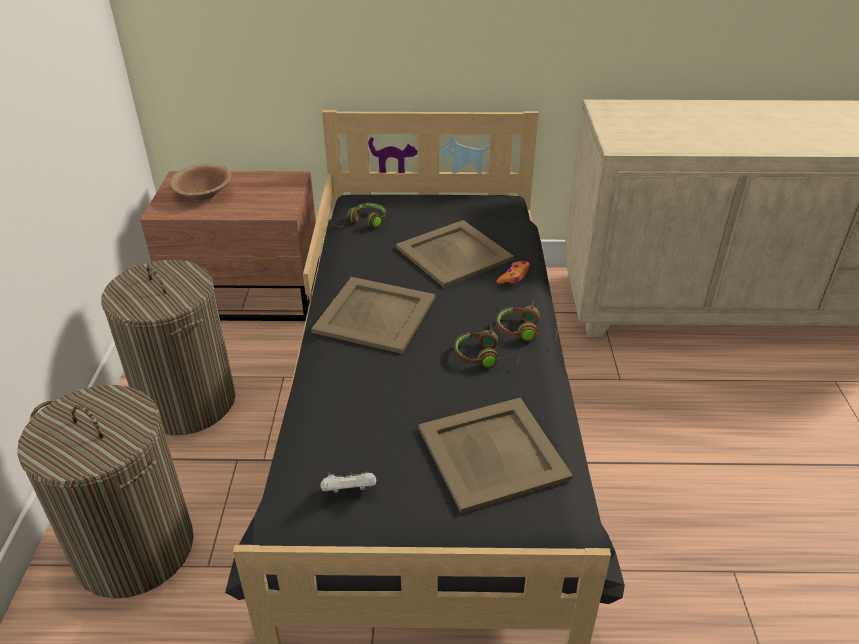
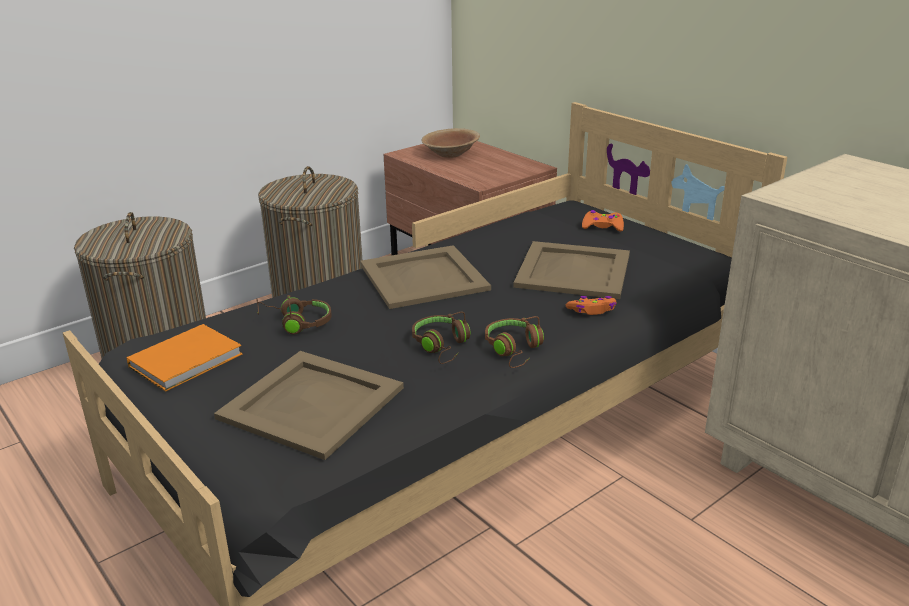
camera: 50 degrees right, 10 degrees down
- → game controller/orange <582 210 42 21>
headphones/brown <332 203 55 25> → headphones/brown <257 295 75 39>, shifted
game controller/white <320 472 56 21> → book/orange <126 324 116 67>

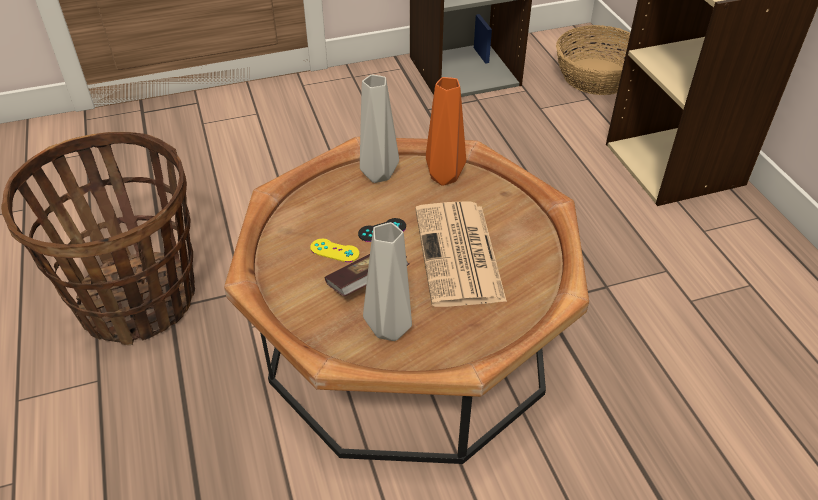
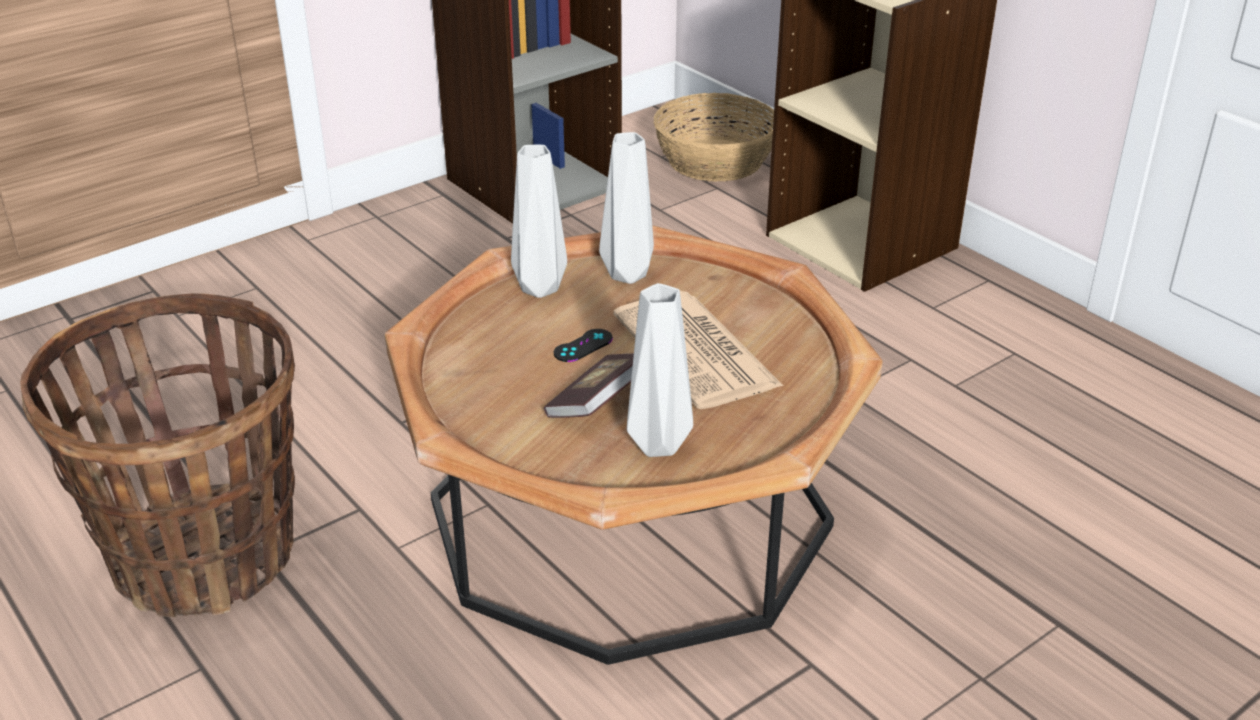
camera: 20 degrees left, 10 degrees down
game controller/yellow <310 239 49 23> → -
vase/orange <426 77 40 109> → vase/grey <599 132 55 152>

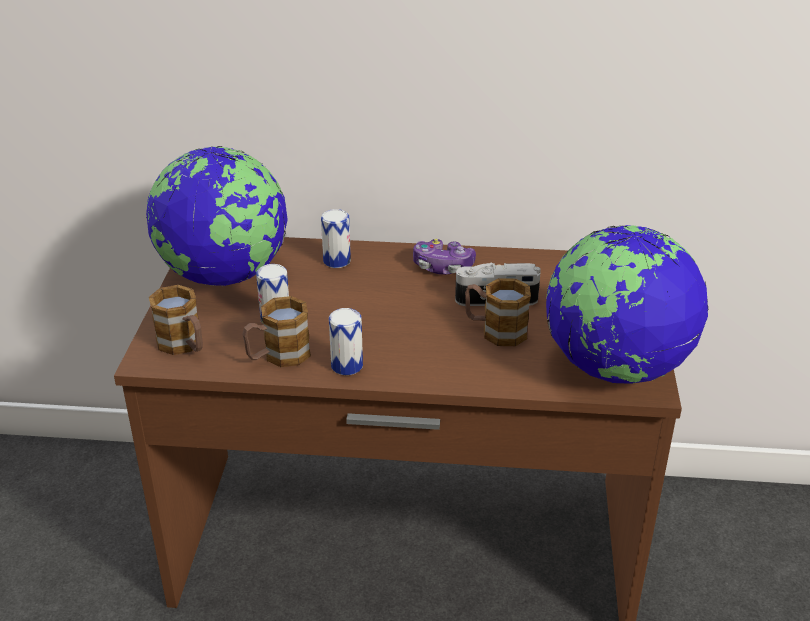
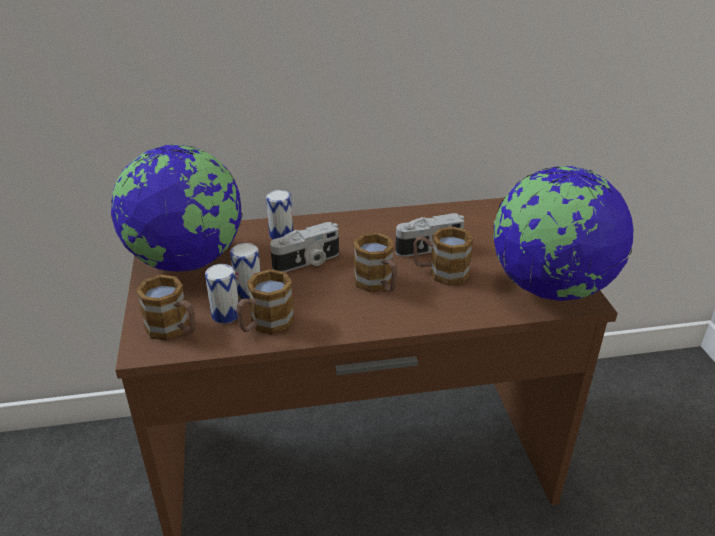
camera: 15 degrees left, 0 degrees up
game controller <413 239 63 36> → -
- → photo camera <270 222 69 50>
- → mug <354 233 44 59>
can <329 308 34 67> → can <205 264 34 59>, shifted

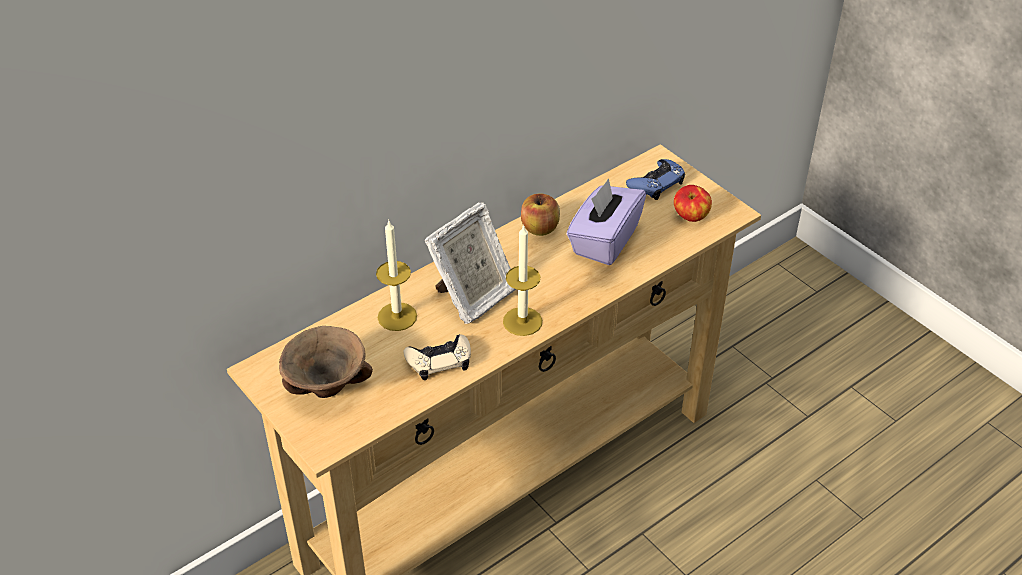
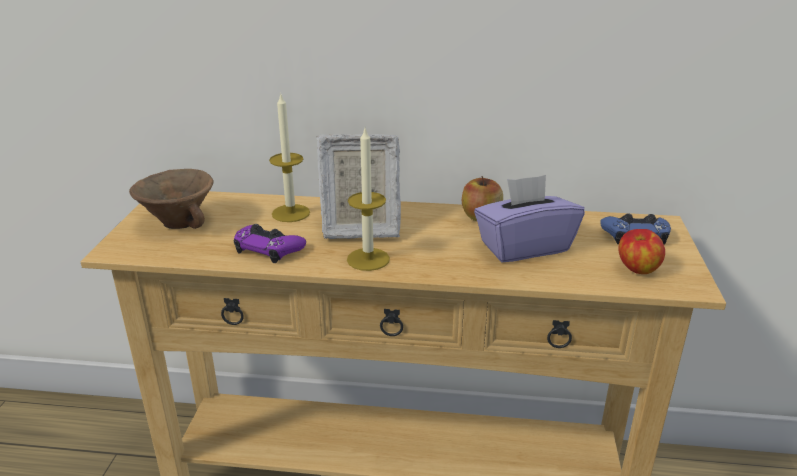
camera: 45 degrees right, 15 degrees down
game controller/beige <403 334 68 46> → game controller/purple <234 224 72 39>

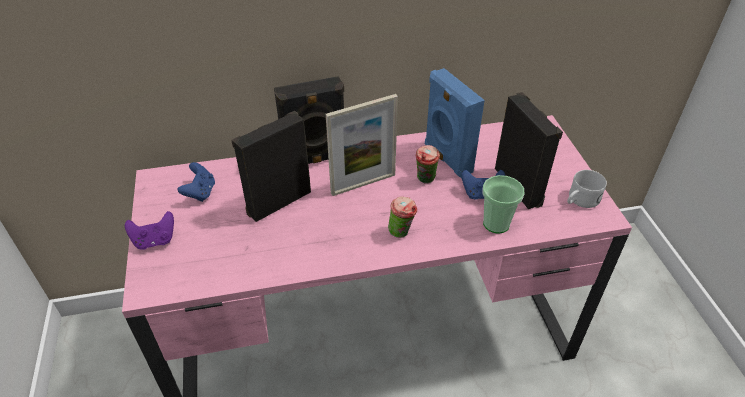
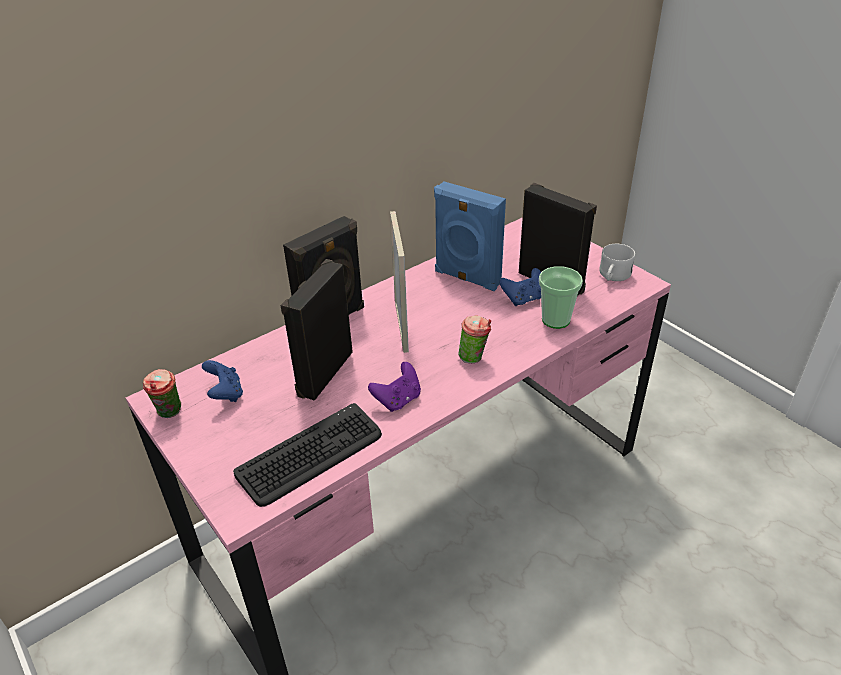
camera: 25 degrees left, 5 degrees down
- → keyboard <233 403 149 104>
game controller/purple <125 211 49 39> → game controller/purple <368 362 53 50>, shifted
cup <415 145 25 38> → cup <143 369 38 49>, shifted
picture frame <326 94 72 102> → picture frame <390 211 19 142>, 45 degrees counterclockwise

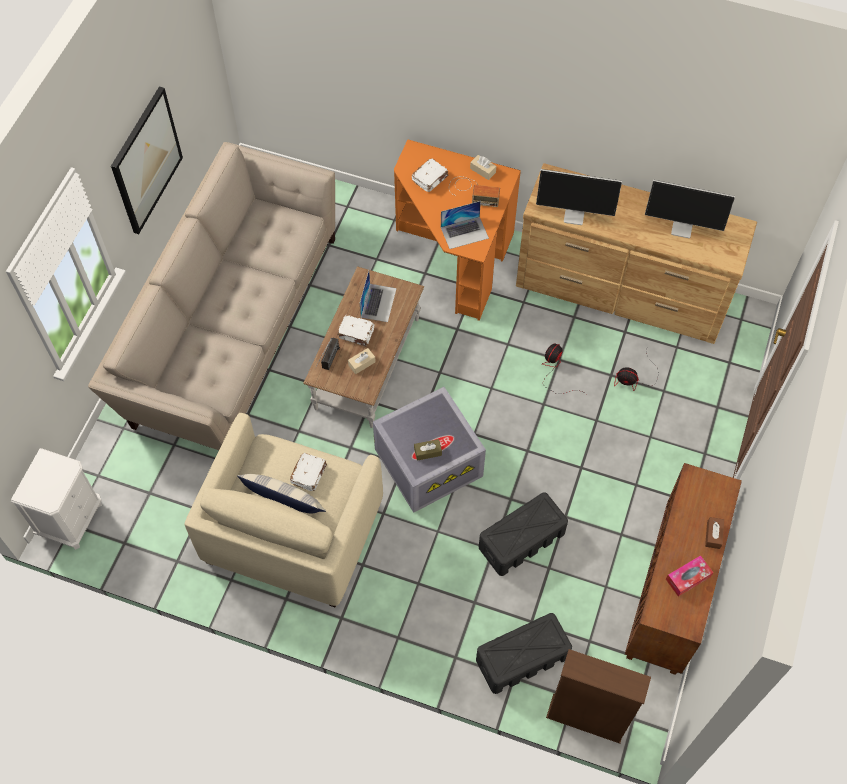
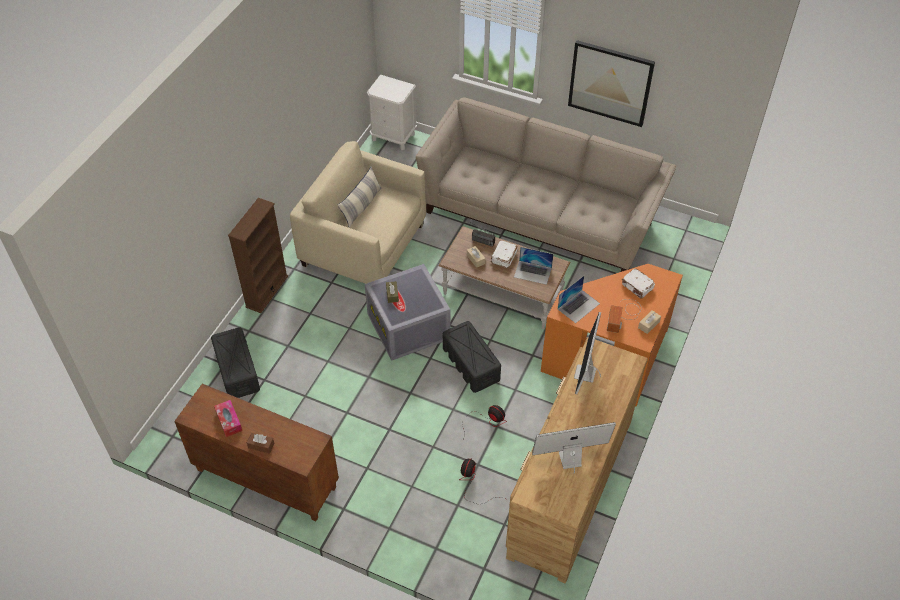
camera: 95 degrees right, 10 degrees down
book/white <290 453 37 38> → -
storage box/black <479 493 89 83> → storage box/black <443 321 58 72>, shifted
bookcase/brown <546 649 105 95> → bookcase/brown <228 198 60 115>, shifted
laptop <441 201 48 48> → laptop <558 276 42 47>, 120 degrees counterclockwise
monitor <645 180 90 58> → monitor <532 422 84 52>, 60 degrees clockwise

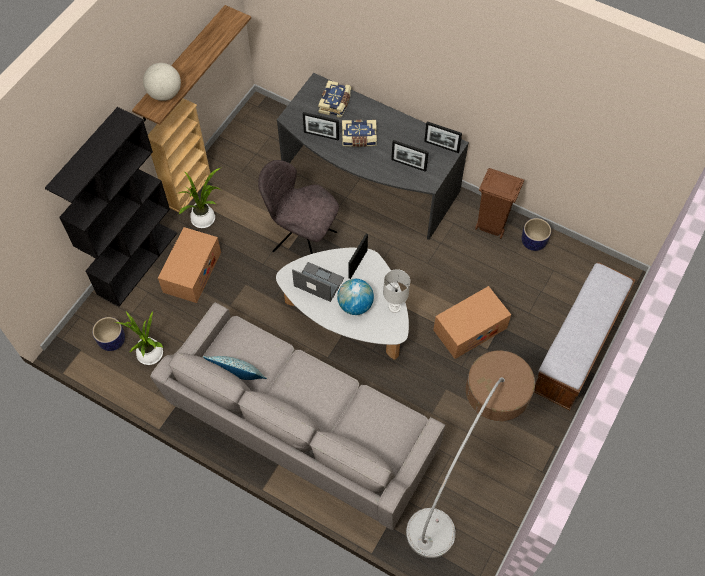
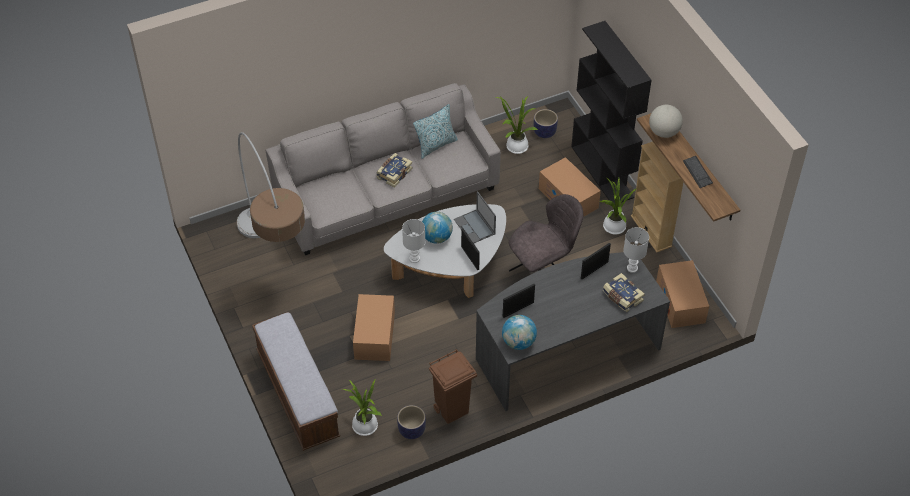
camera: 125 degrees right, 10 degrees down
- → potted plant <342 378 40 58>
- → table lamp/white <623 227 26 46>
- → cardboard box <656 260 53 68>
- → keyboard <683 156 30 32>
book <342 120 35 27> → book <376 153 37 34>, shifted
picture frame <424 121 38 32> → globe <502 315 35 35>
laptop <292 262 52 40> → laptop <454 191 42 52>, 90 degrees clockwise

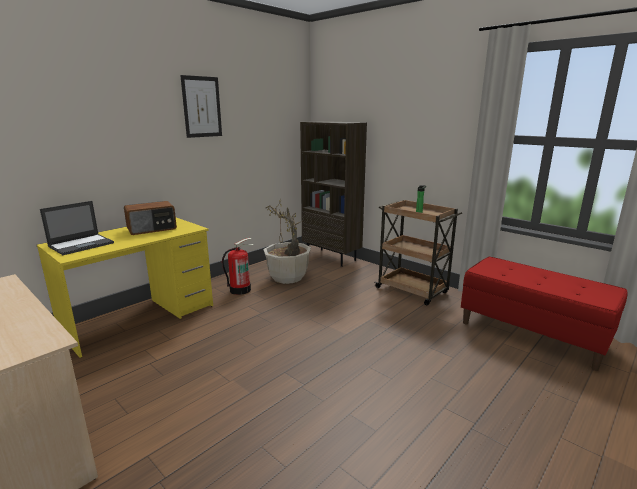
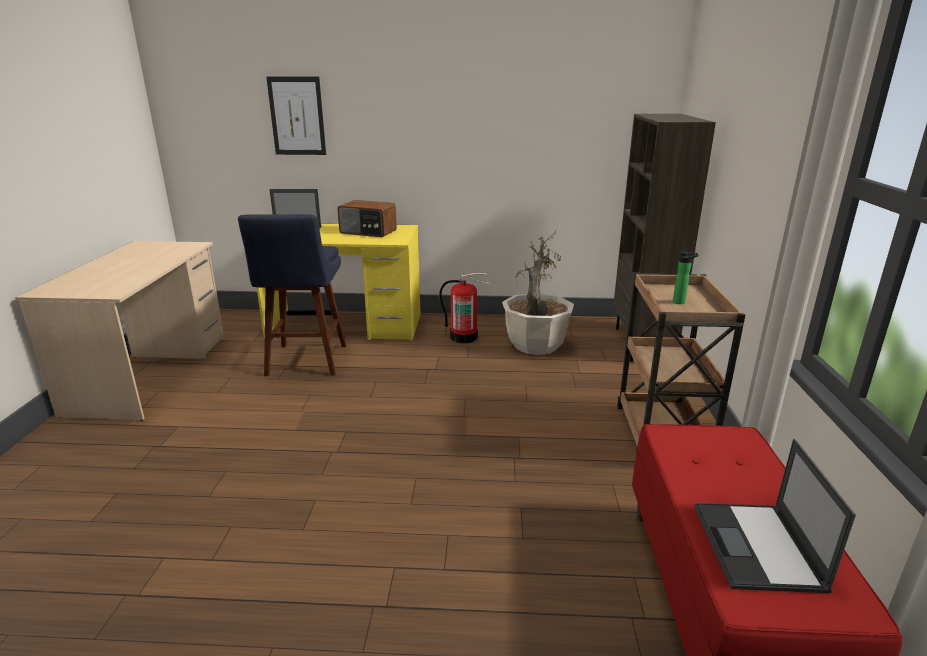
camera: 50 degrees right, 5 degrees up
- → stool/blue <238 214 108 162>
- → laptop <695 439 161 154>
picture <180 75 42 63> → picture <266 77 60 78>, shifted

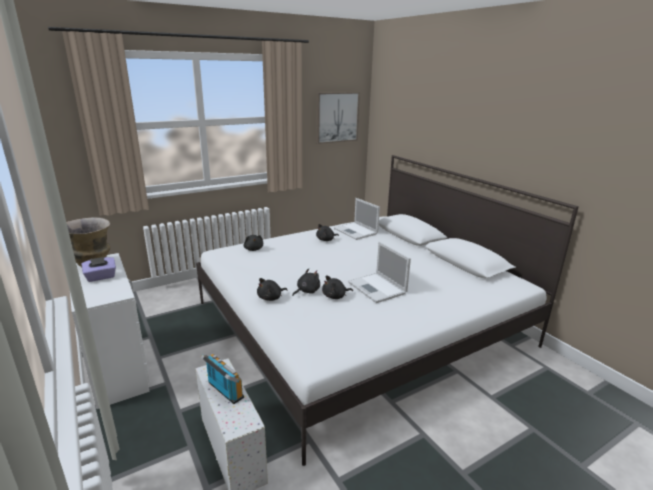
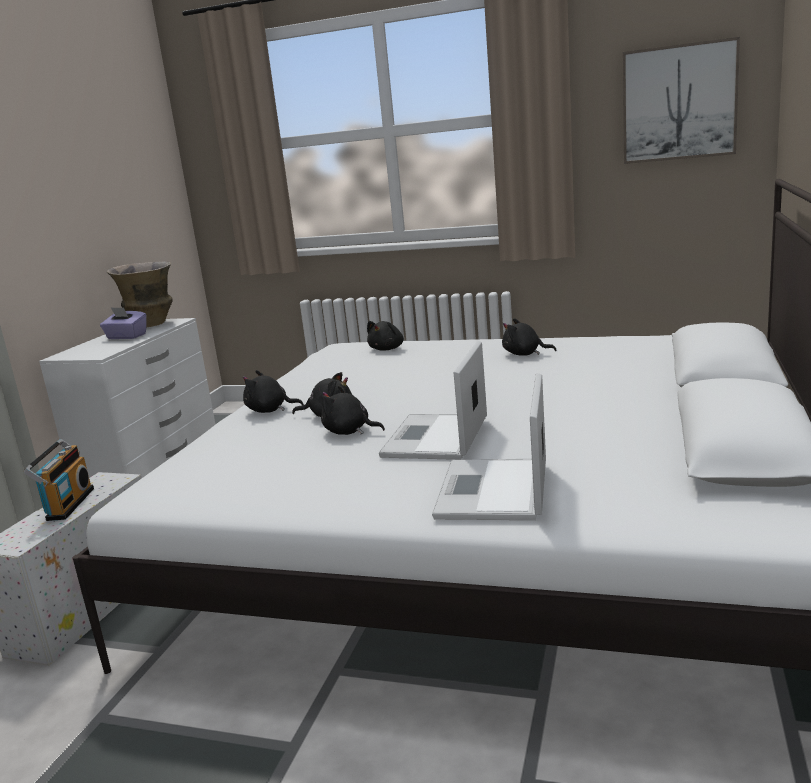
camera: 50 degrees right, 5 degrees down
laptop <334 198 46 42> → laptop <432 373 114 147>, shifted

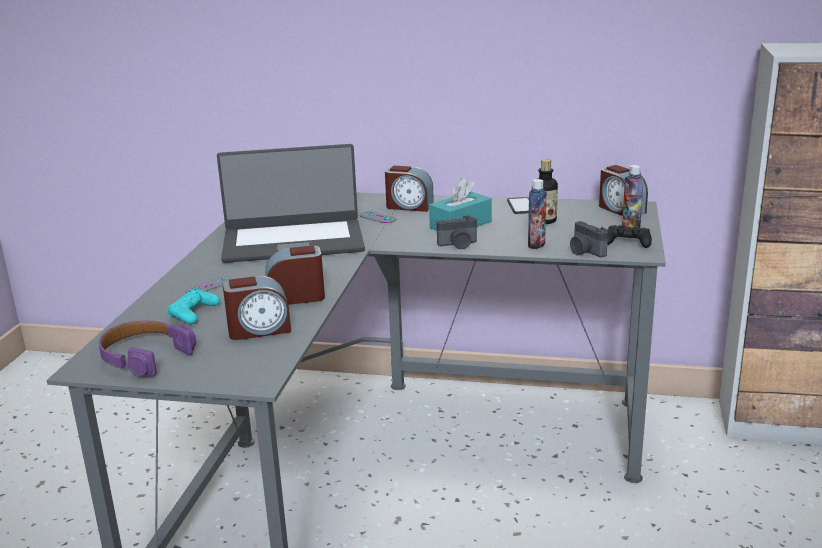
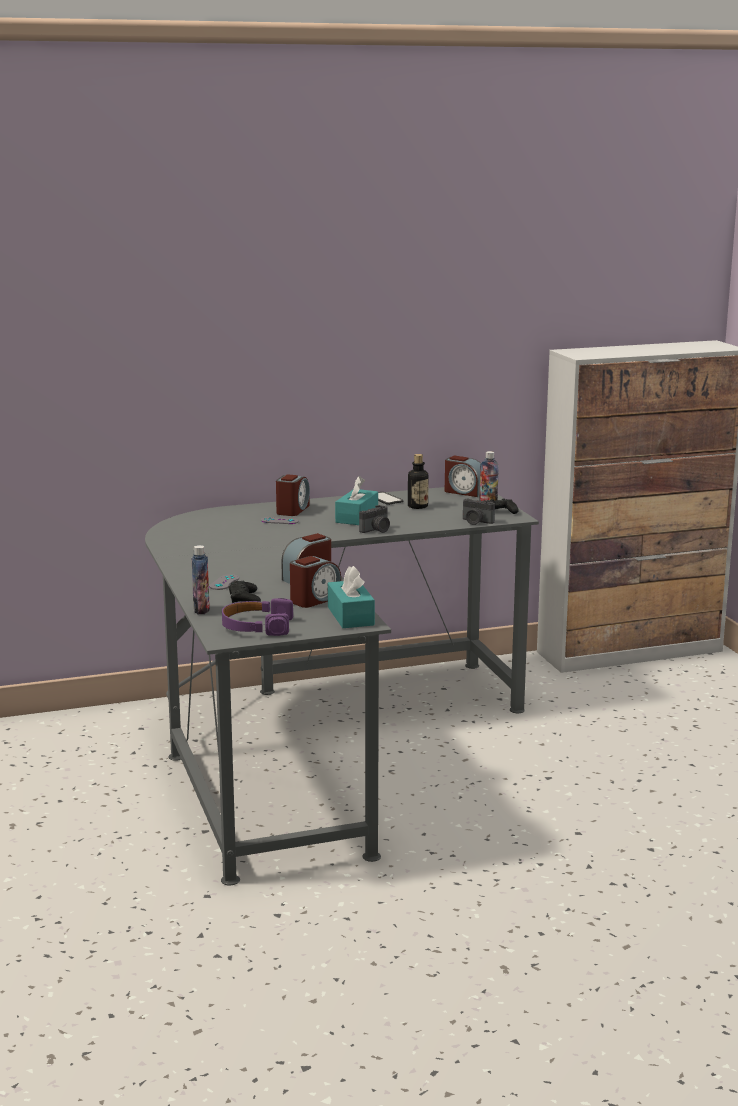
camera: 30 degrees left, 5 degrees down
laptop <217 144 148 119> → -
- → tissue box/turquoise <328 566 47 62>
bottle <528 179 19 70> → bottle <192 545 18 69>, shifted
game controller/turquoise <167 289 53 35> → game controller/black <229 581 32 22>
alarm clock <385 166 49 46> → alarm clock <276 474 34 42>, 60 degrees counterclockwise

